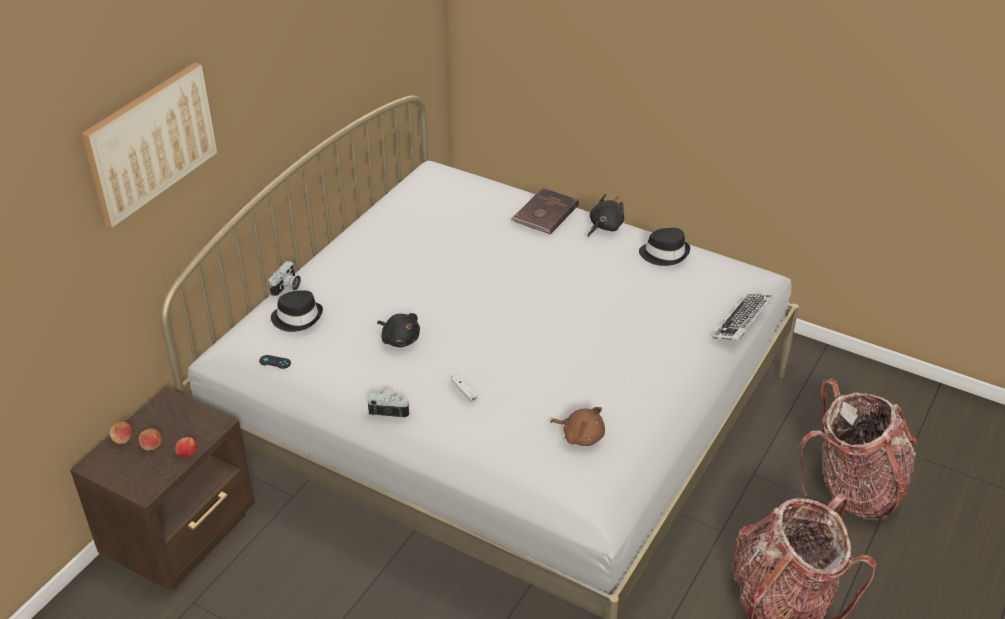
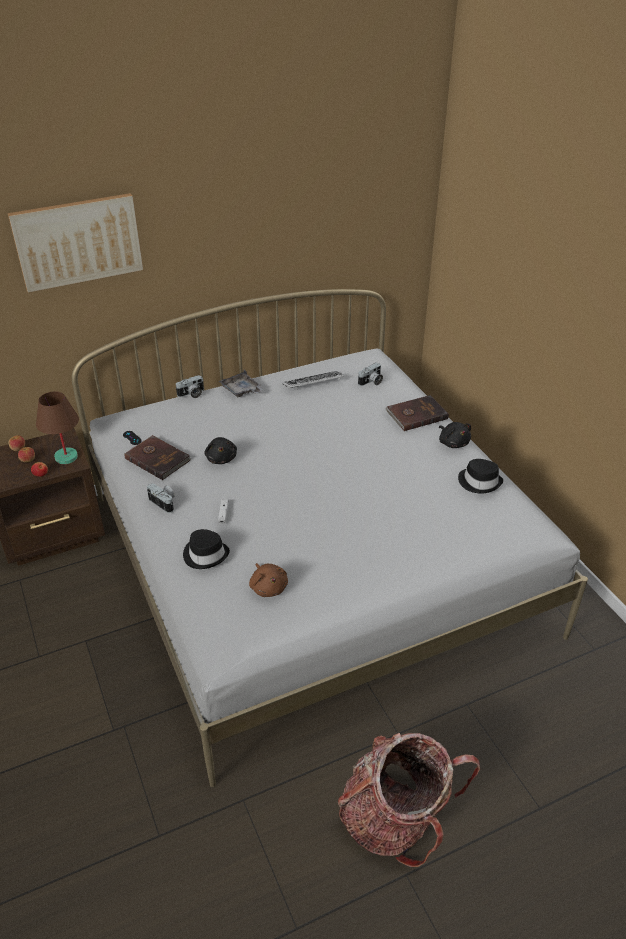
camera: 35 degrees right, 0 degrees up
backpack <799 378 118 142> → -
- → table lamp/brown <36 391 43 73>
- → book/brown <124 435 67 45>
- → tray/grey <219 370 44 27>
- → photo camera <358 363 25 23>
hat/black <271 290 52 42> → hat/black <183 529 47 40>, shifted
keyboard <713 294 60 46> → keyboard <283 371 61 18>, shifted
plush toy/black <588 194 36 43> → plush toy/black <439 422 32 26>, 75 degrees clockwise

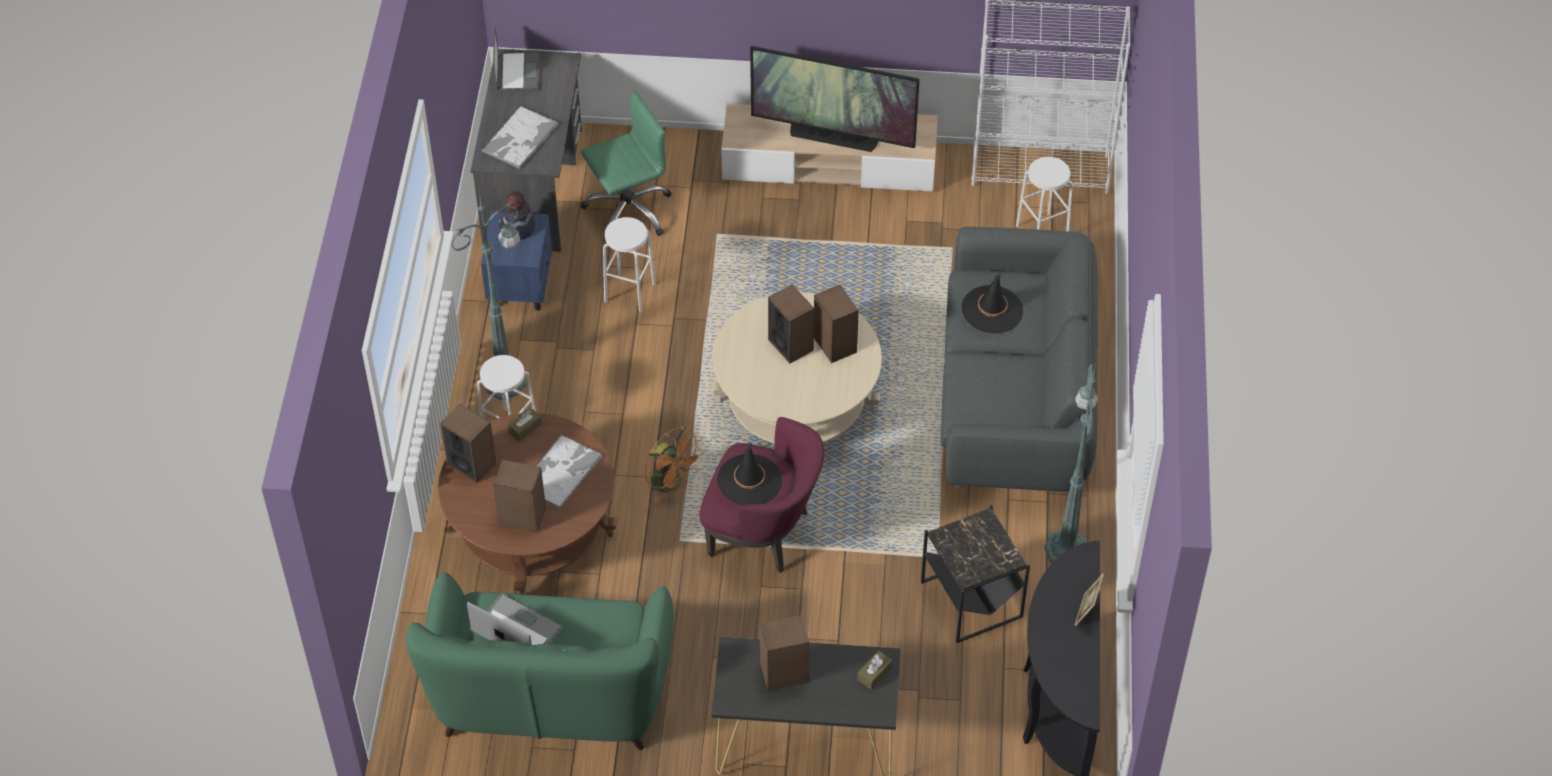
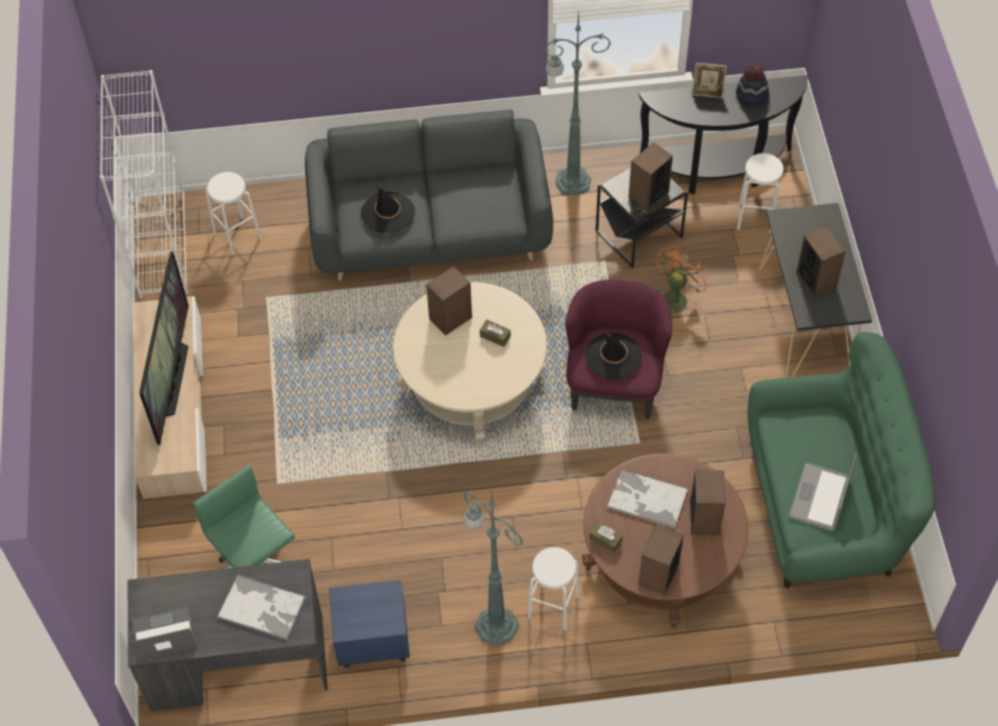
camera: 100 degrees left, 5 degrees up
hat <501 192 34 48> → hat <736 64 34 41>, shifted
stool/white <603 217 53 95> → stool/white <737 153 47 81>, shifted
fan/orange <645 426 59 77> → fan/orange <656 246 54 66>, shifted
speaker <768 284 46 79> → speaker <629 142 44 69>, shifted
tissue box/brown <857 651 35 39> → tissue box/brown <480 320 31 27>, shifted

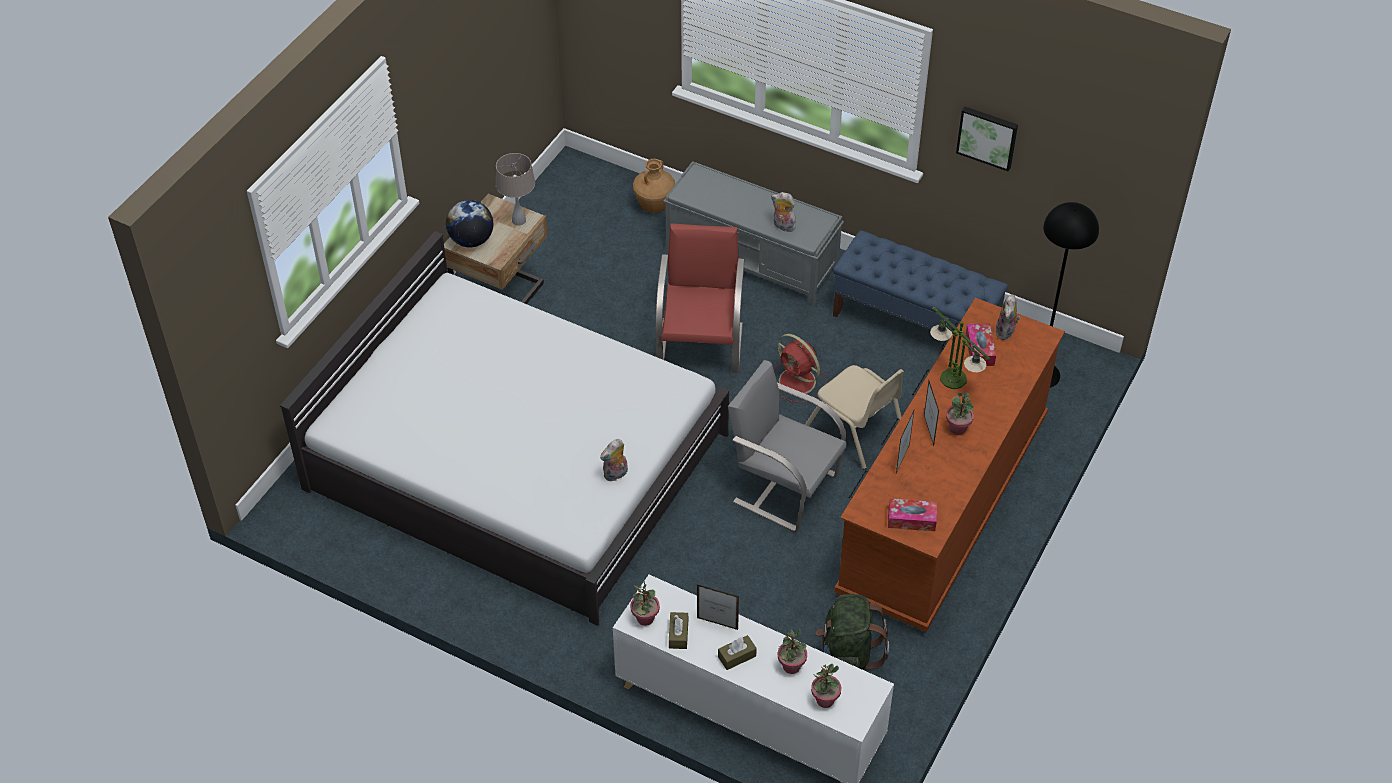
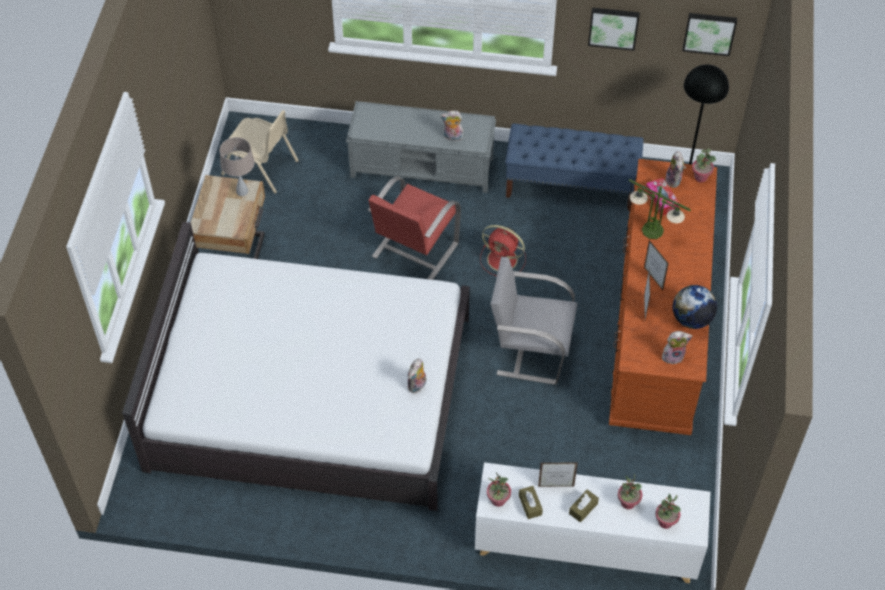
camera: 20 degrees left, 5 degrees up
vase/brown <633 159 42 54> → -
backpack/green <816 594 73 76> → -
- → picture <682 13 55 43>
globe <446 200 47 47> → globe <673 285 44 44>, shifted
chair/beige <805 365 99 104> → chair/beige <221 110 78 84>, shifted
potted plant <946 393 28 42> → potted plant <692 148 24 35>, shifted
tissue box <888 498 49 33> → plush toy <662 331 30 34>
chair/red <656 223 89 150> → chair/red <368 176 93 104>, 135 degrees counterclockwise

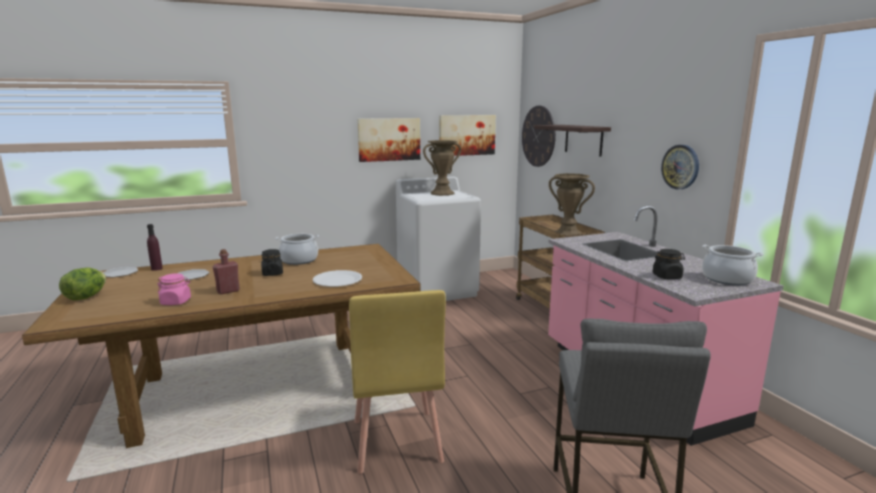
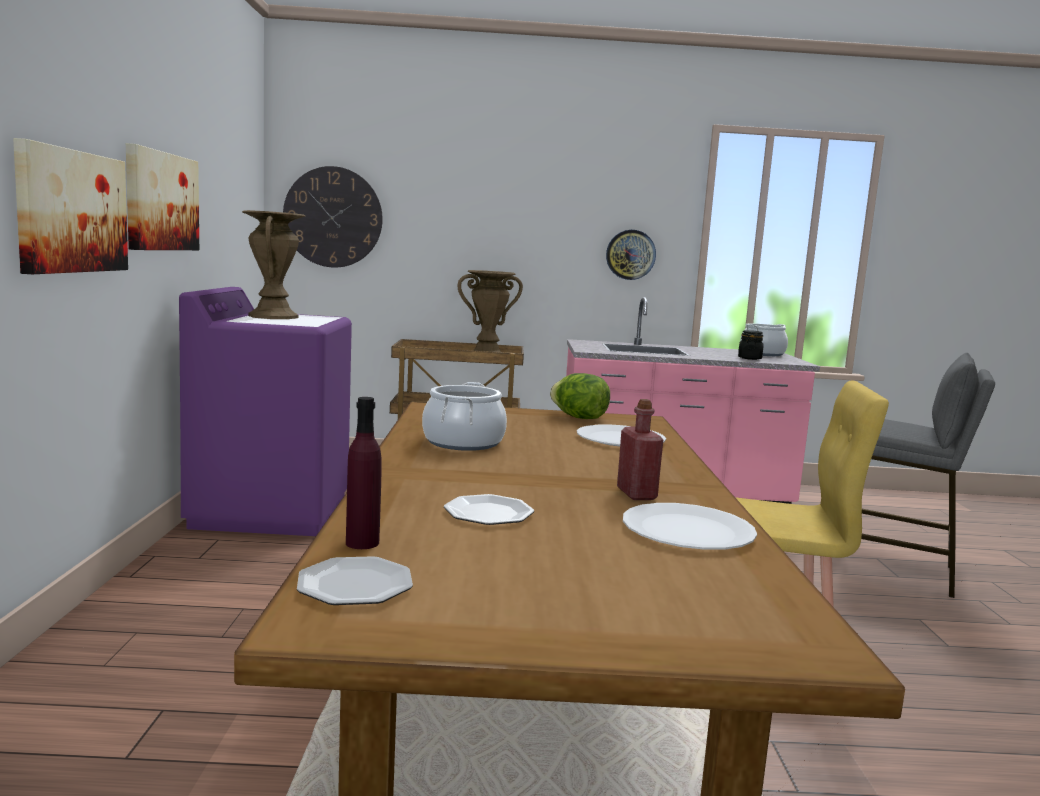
camera: 70 degrees left, 5 degrees down
jar/black <261 249 22 27> → -
shelf <535 125 76 32> → -
lettuce <59 267 47 33> → lettuce <550 373 60 46>, shifted
picture <439 115 57 41> → picture <13 138 115 136>, shifted
jar/pink <157 273 34 32> → plate/white <623 503 134 47>
washing machine/white <396 176 85 125> → washing machine/purple <179 287 173 249>

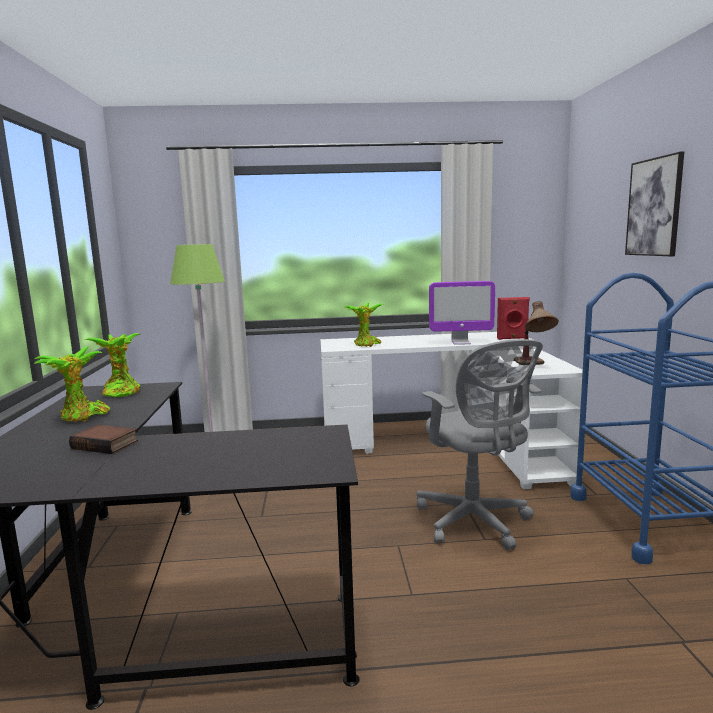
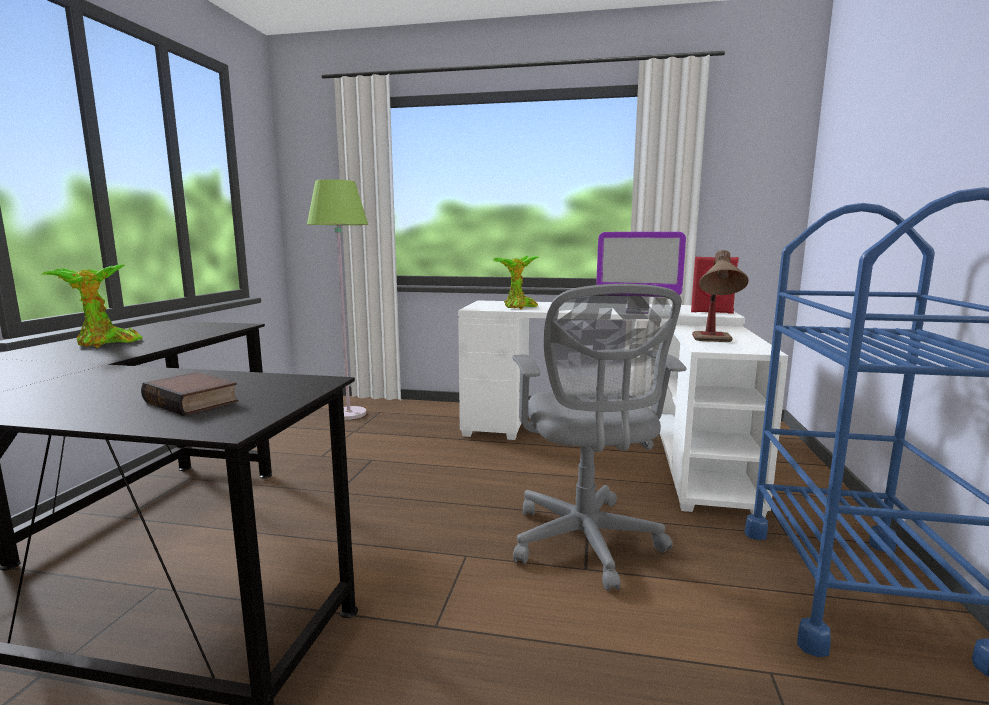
camera: 15 degrees right, 0 degrees up
potted plant <84 333 57 64> → -
picture <625 151 59 105> → -
book <69 425 69 29> → book <141 372 97 44>, shifted

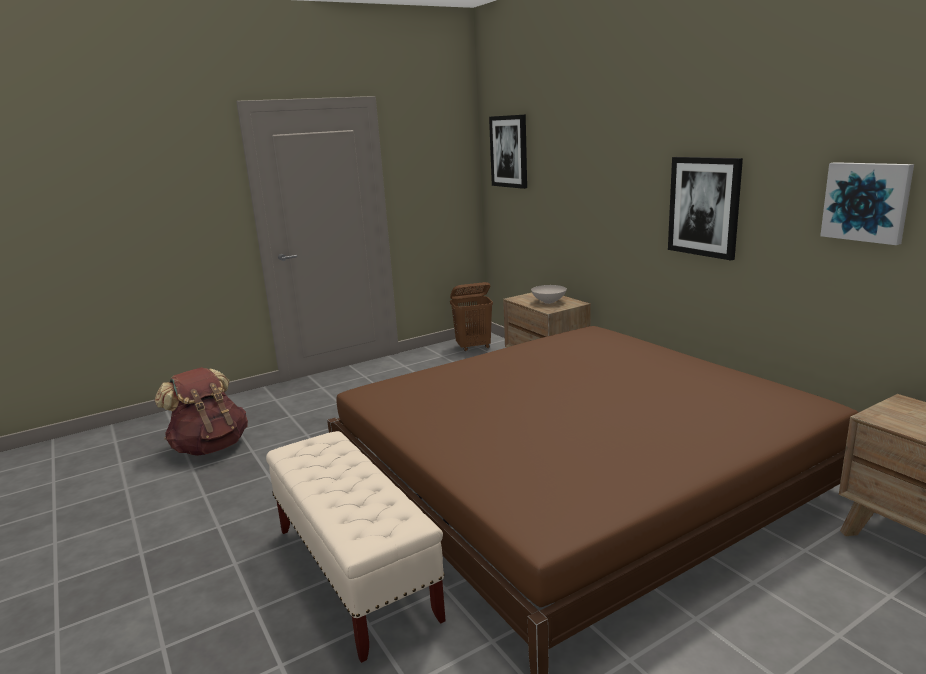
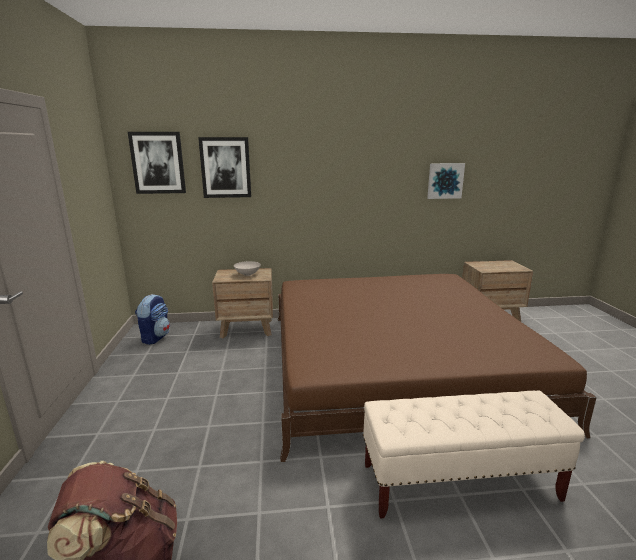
camera: 65 degrees left, 0 degrees up
picture <668 157 75 103> → picture <198 137 53 61>, shifted
laundry basket/brown <450 282 43 69> → backpack <135 294 35 51>

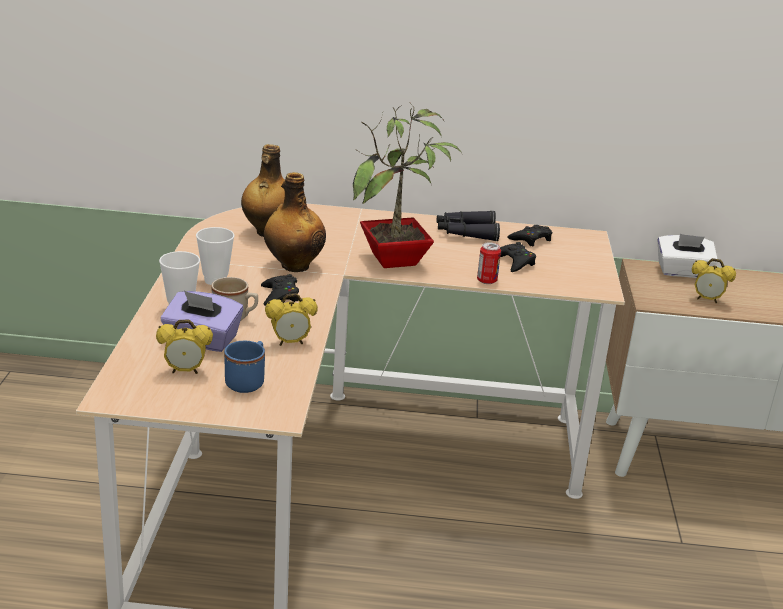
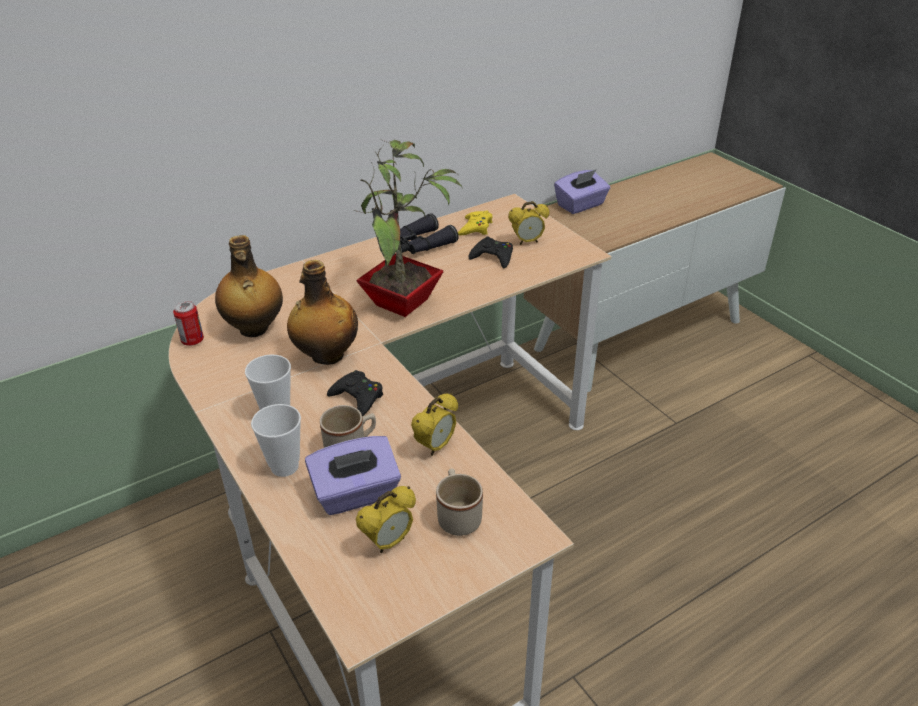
camera: 35 degrees left, 10 degrees up
can <477 242 24 42> → can <173 301 31 45>, shifted
alarm clock <692 258 44 46> → alarm clock <508 201 42 44>, shifted
mug/blue <224 341 41 52> → mug/beige <436 468 47 68>
game controller/black <507 225 45 21> → game controller/yellow <458 211 35 24>
tissue box/white <658 234 60 44> → tissue box/purple <554 170 56 44>

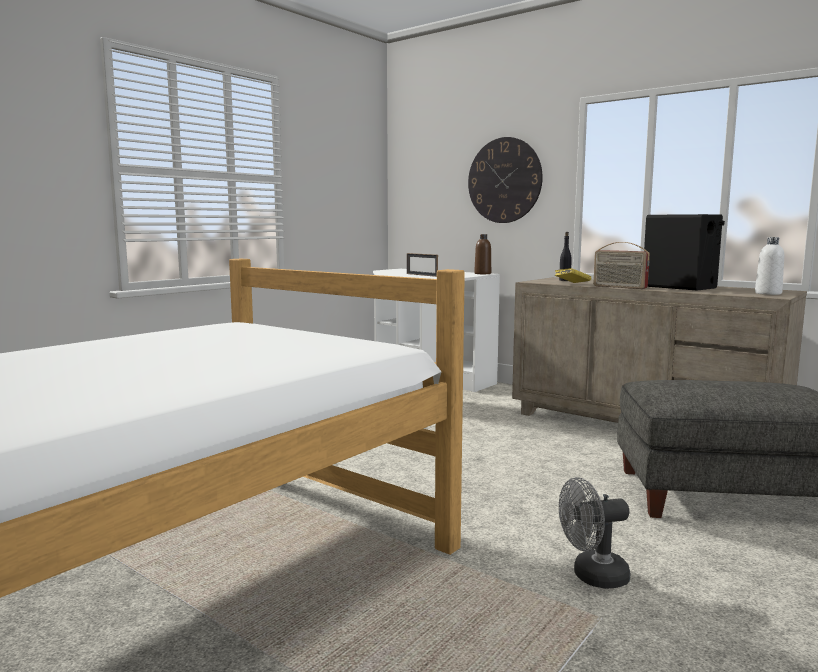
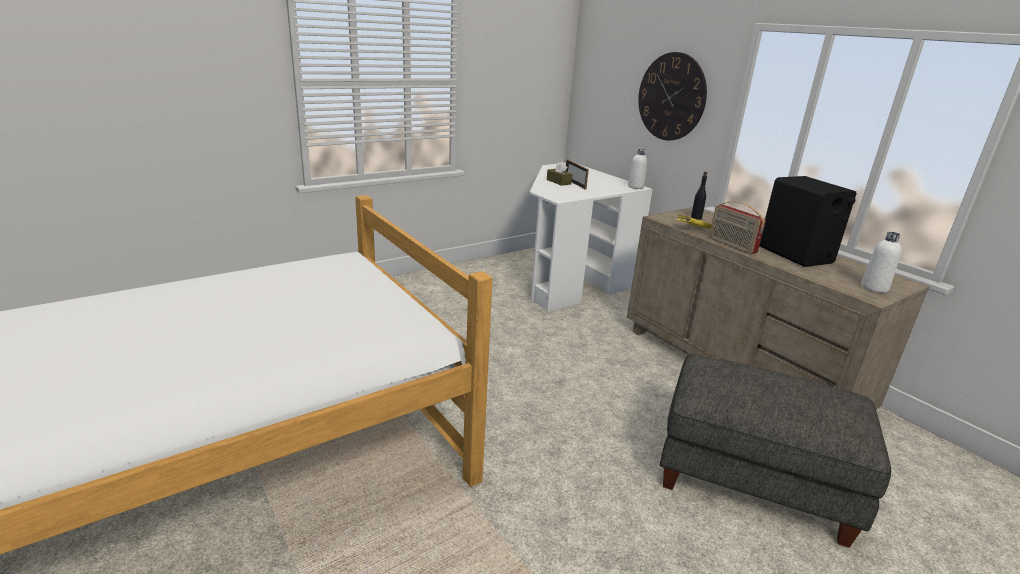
camera: 15 degrees right, 15 degrees up
fan/grey <559 477 71 112> → -
- → tissue box/brown <547 161 25 25>
bottle/brown <474 234 17 40> → bottle/white <628 149 19 40>

